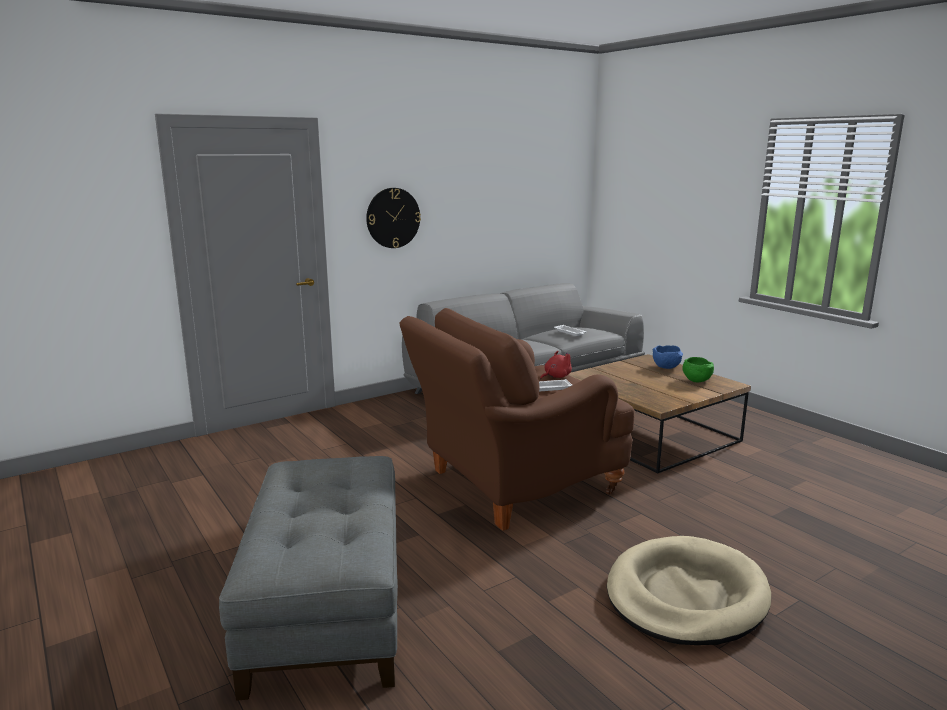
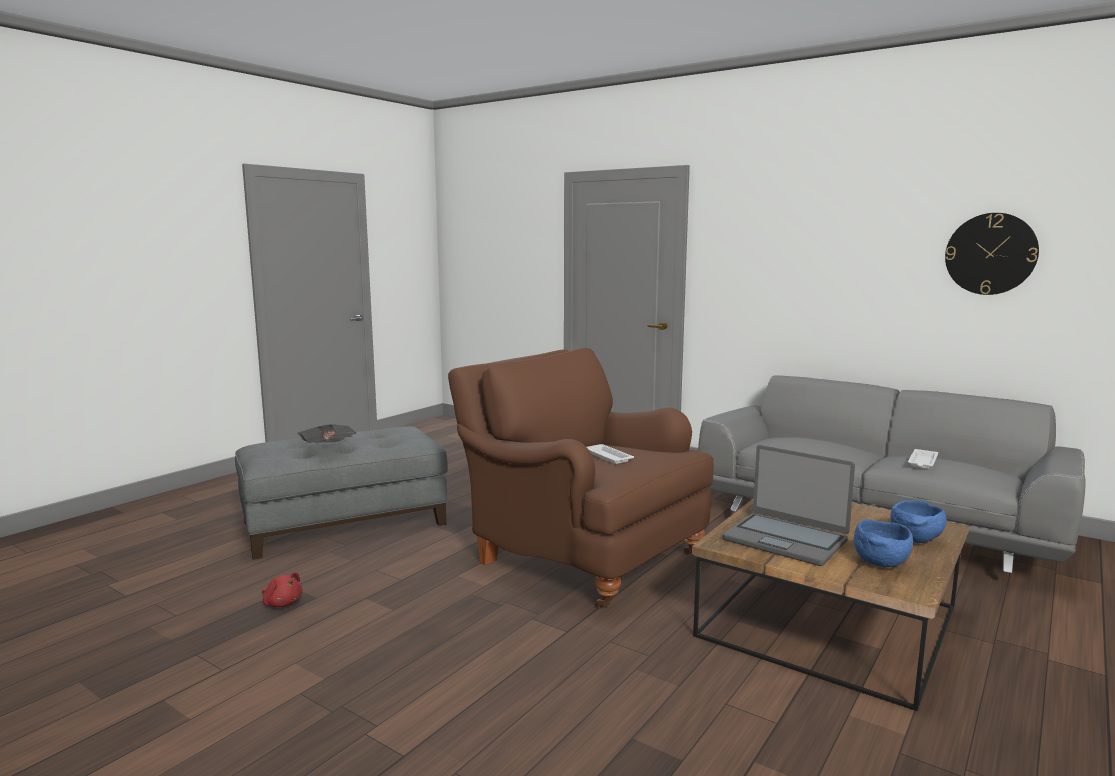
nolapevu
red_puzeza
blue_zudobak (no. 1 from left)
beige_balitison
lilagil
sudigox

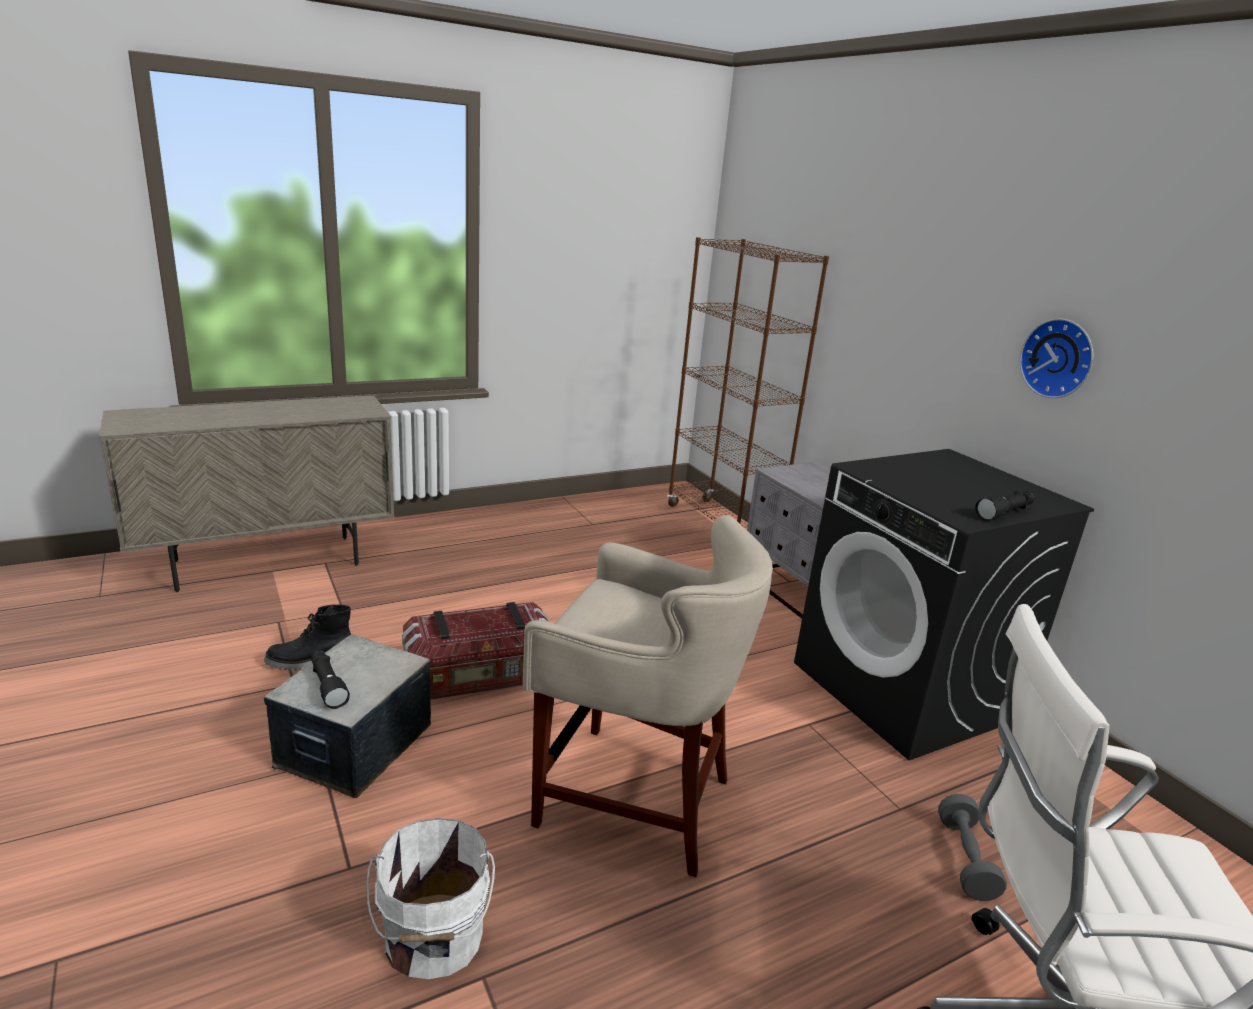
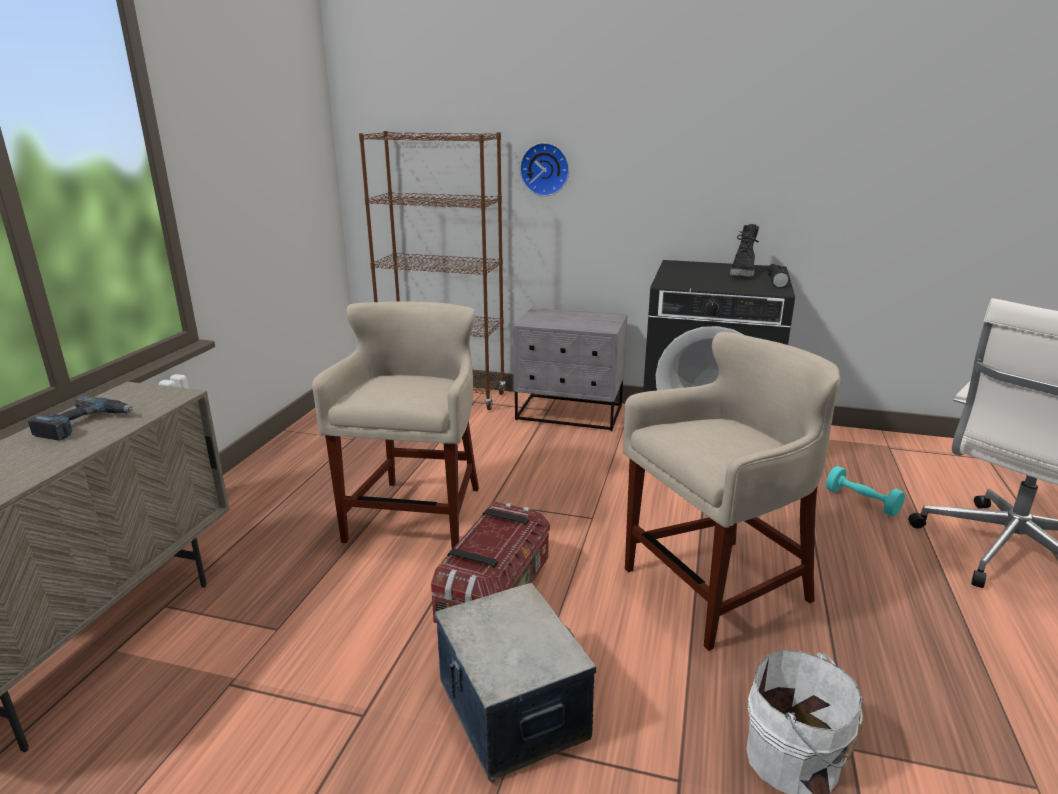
nolapevu
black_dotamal
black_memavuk (no. 1 from left in the first image)
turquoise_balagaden
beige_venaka (no. 1 from left)
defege

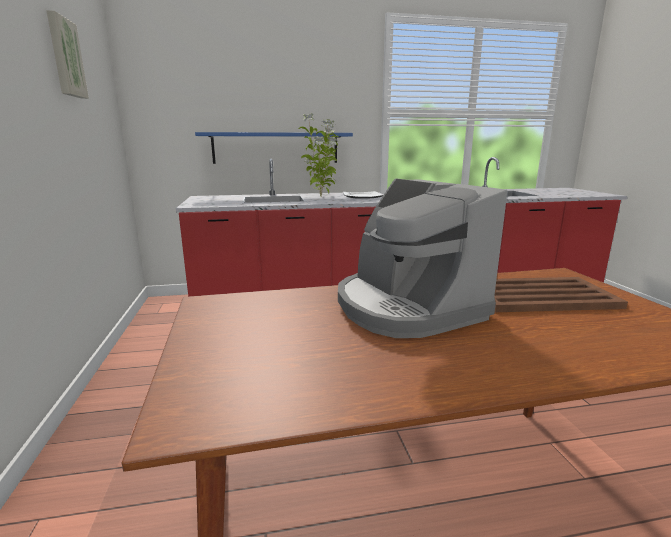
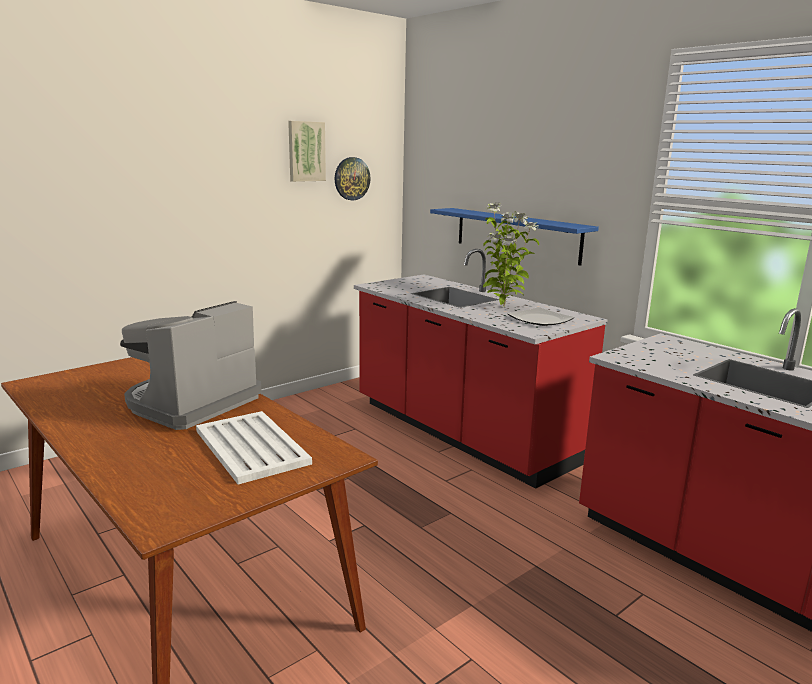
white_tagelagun
nolapevu

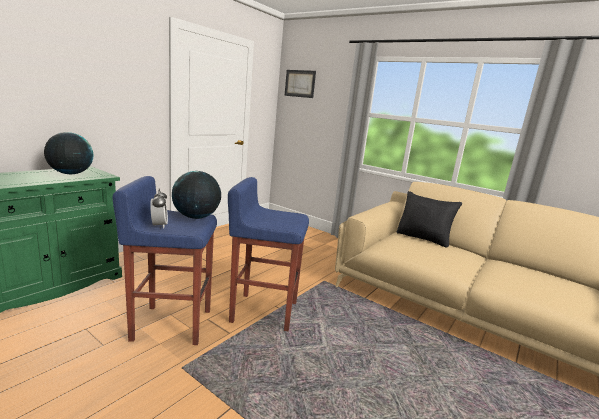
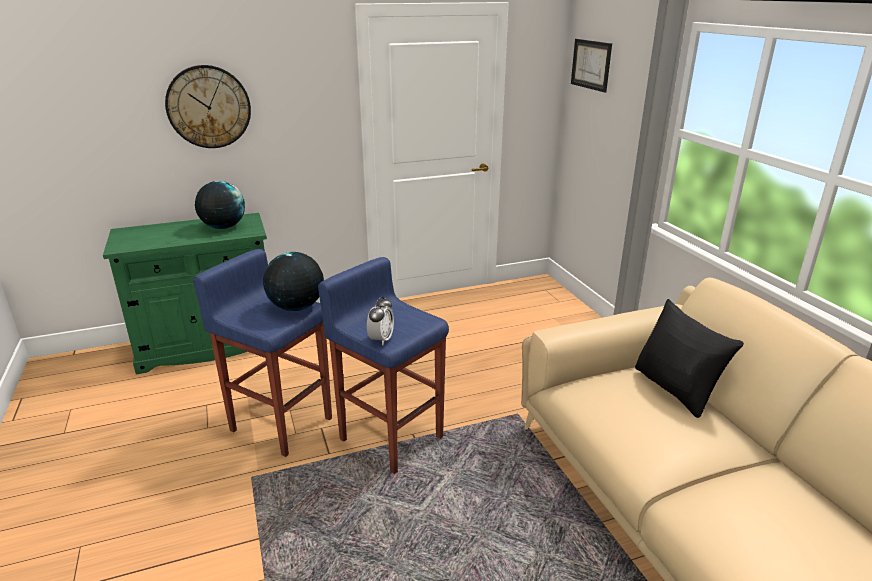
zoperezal
nolapevu

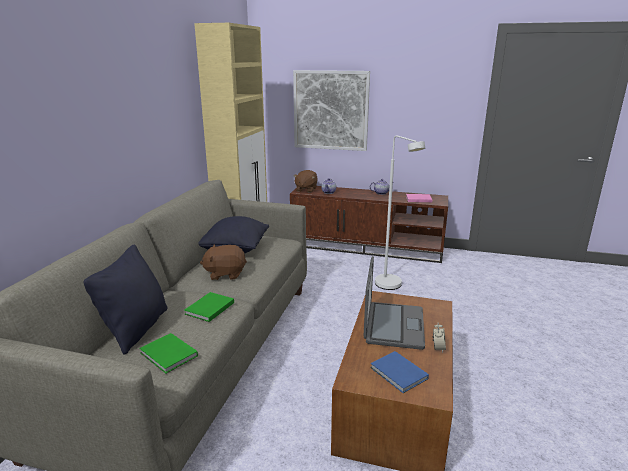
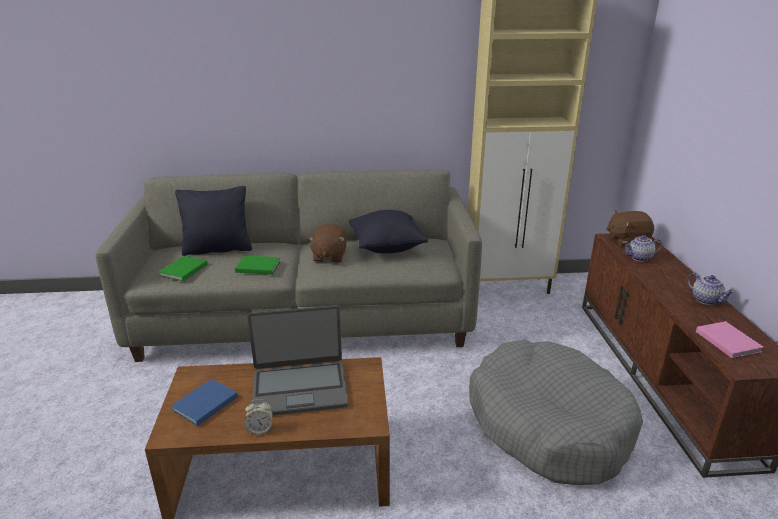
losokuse
grey_balitison
brown_puzeza (no. 1 from left)

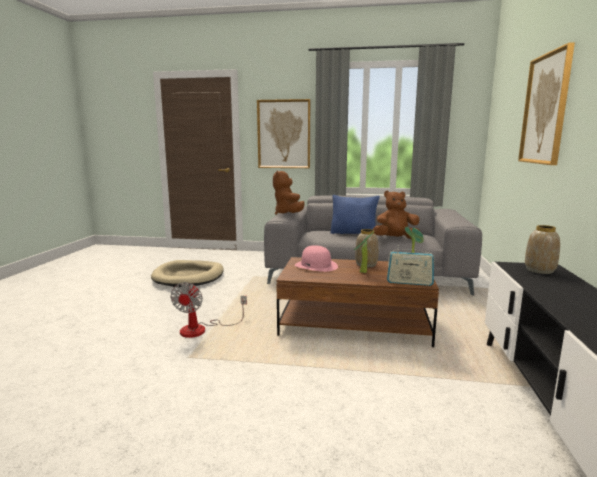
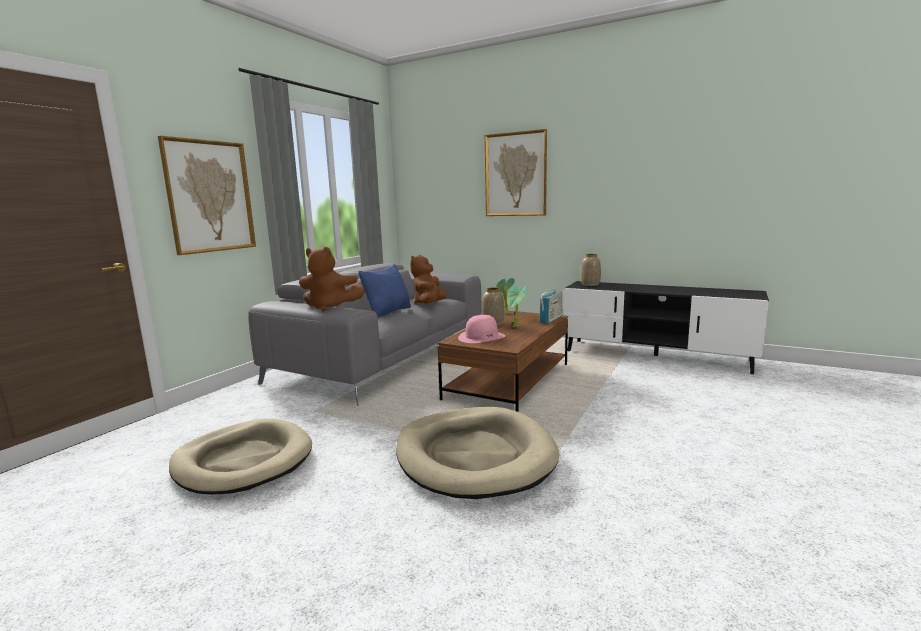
beige_balitison (no. 2 from left)

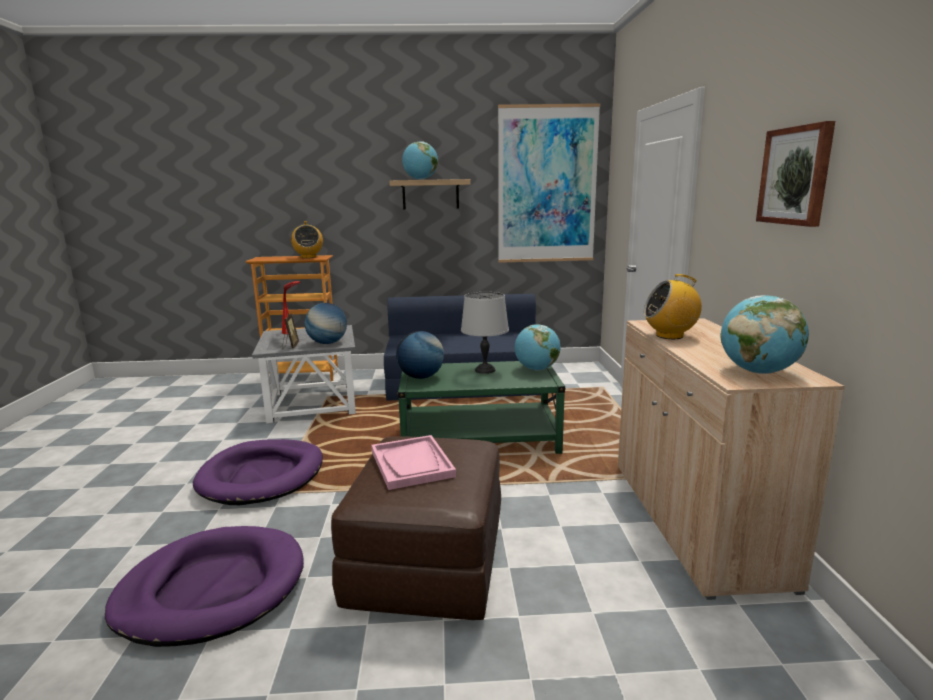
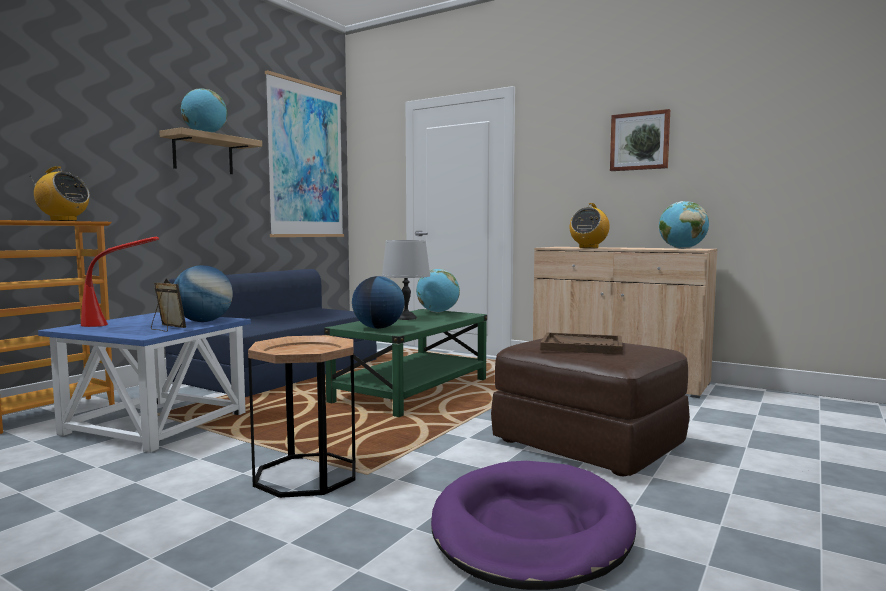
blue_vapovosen
brown_tagelagun
brown_vapovosen

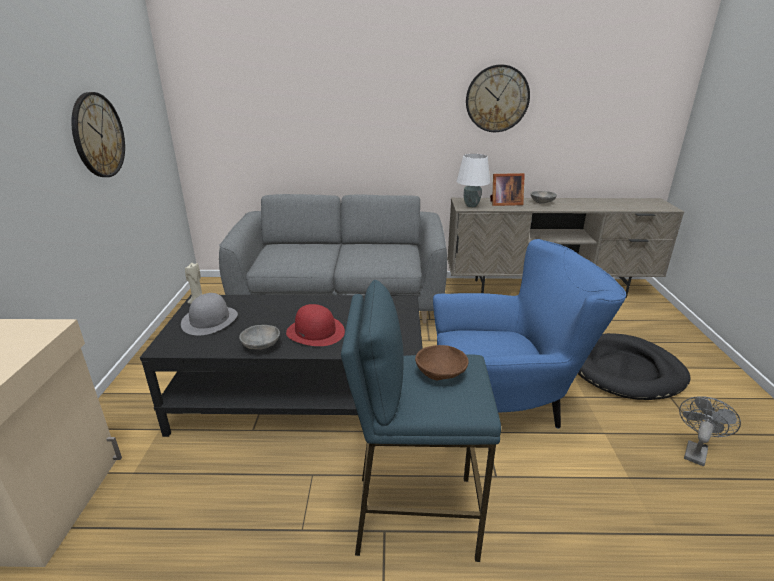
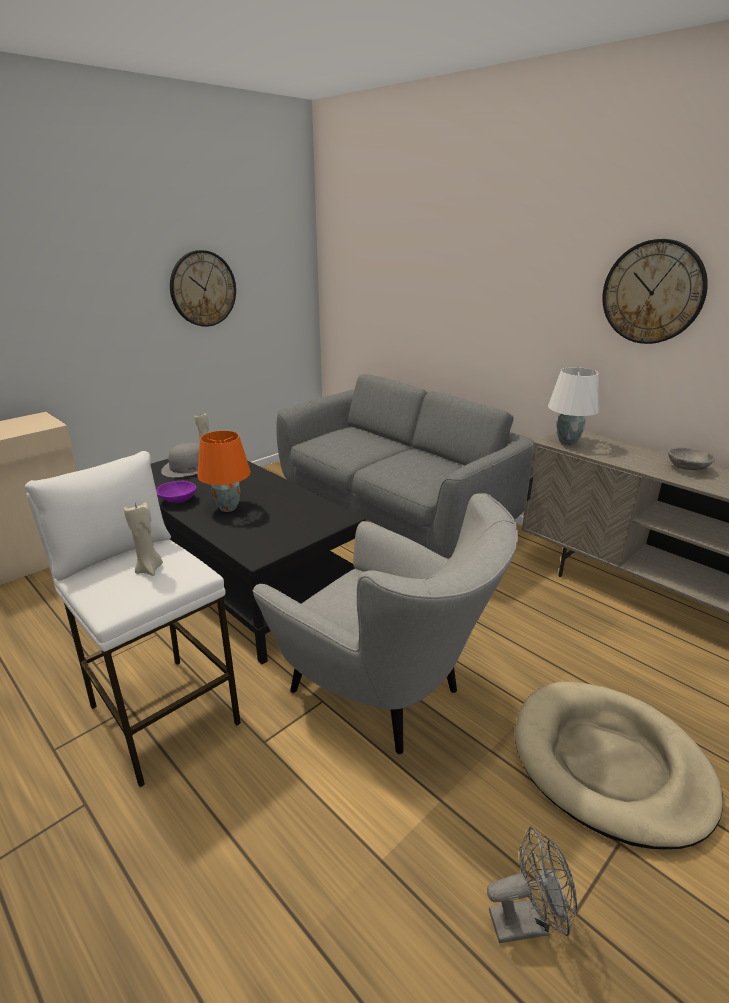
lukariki
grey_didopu
white_venaka
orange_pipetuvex
purple_zudobak
beige_balitison
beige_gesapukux (no. 1 from left)

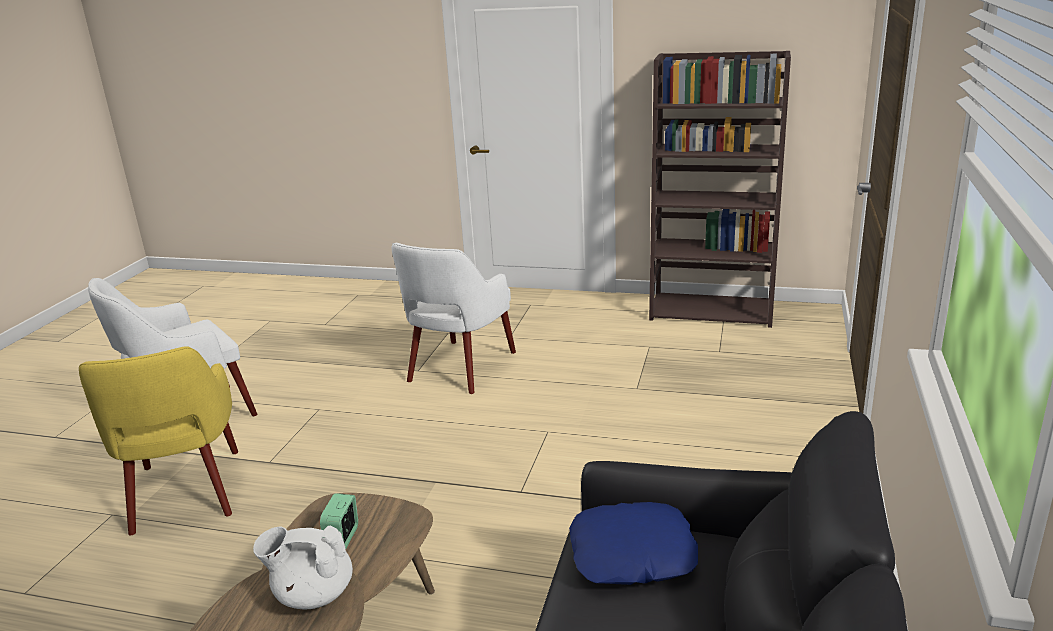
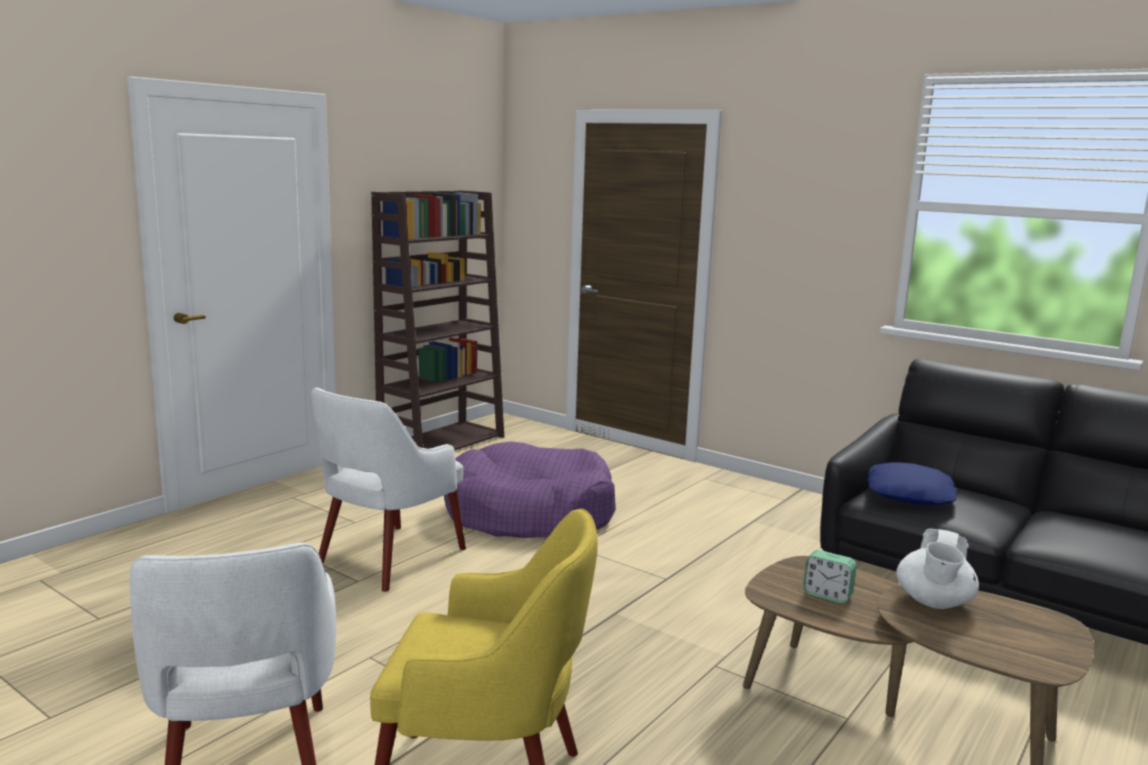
white_didopu (no. 2 from left)
purple_balitison

